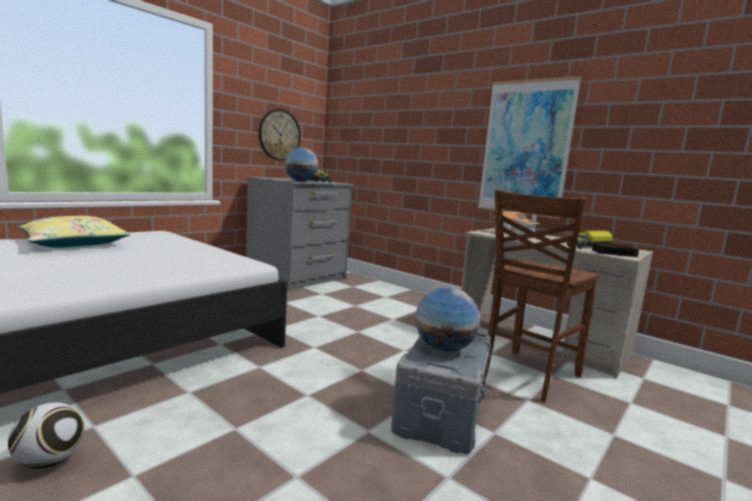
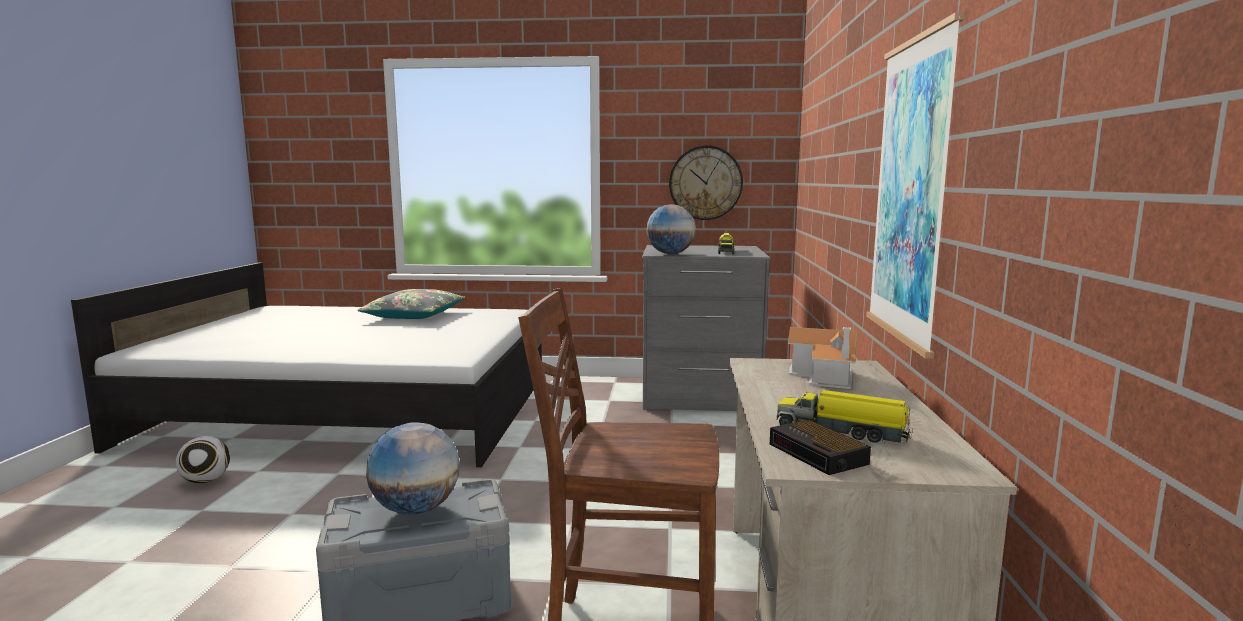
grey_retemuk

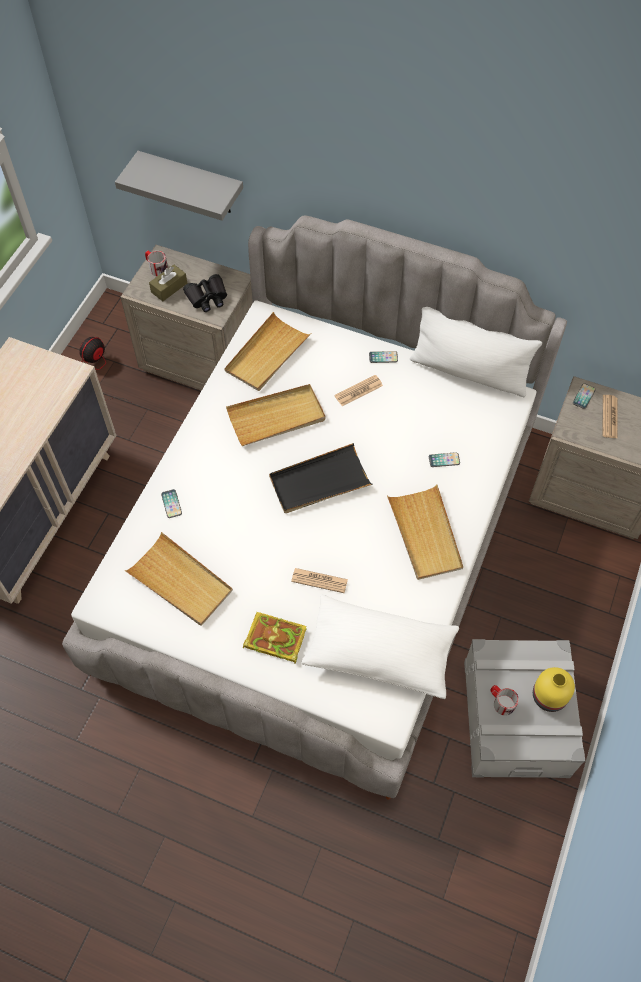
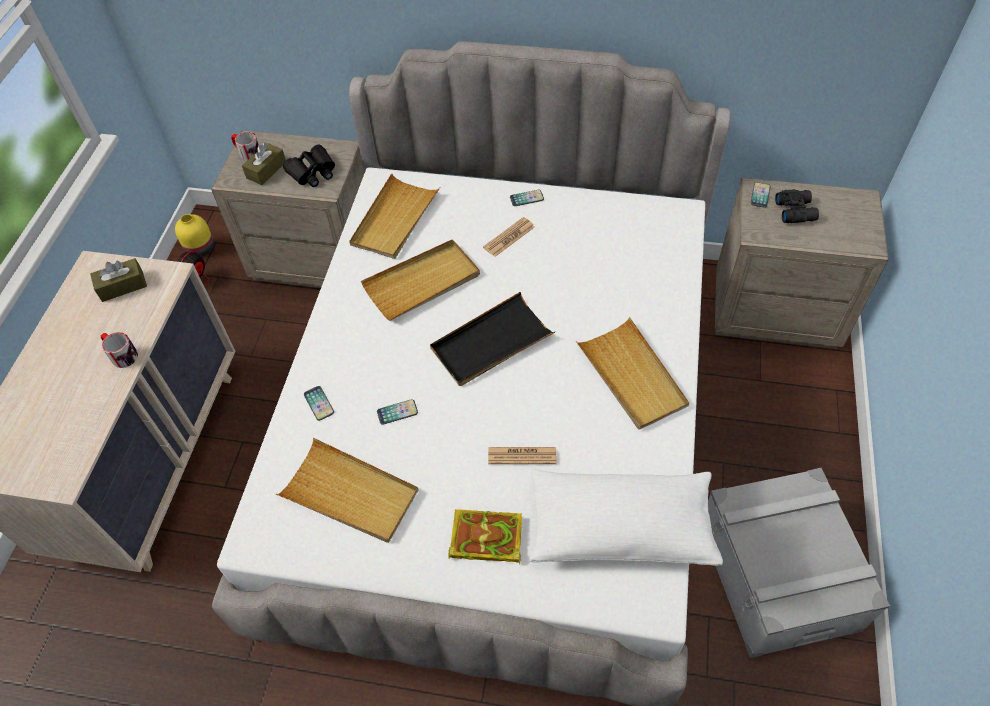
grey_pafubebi
white_retemuk (no. 2 from left in the first image)
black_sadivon (no. 2 from left)
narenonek (no. 2 from left)
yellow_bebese
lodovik (no. 1 from left)
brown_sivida (no. 1 from left)

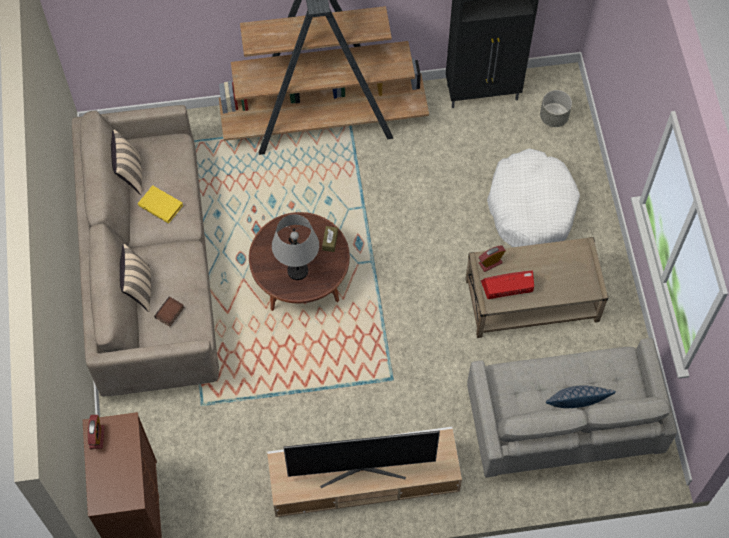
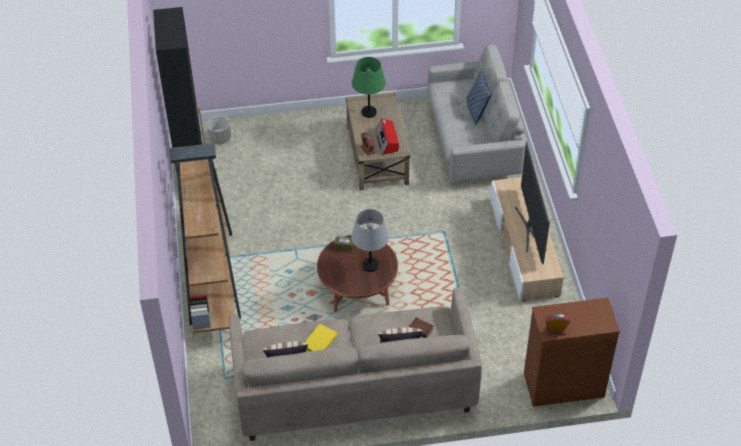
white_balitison
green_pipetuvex

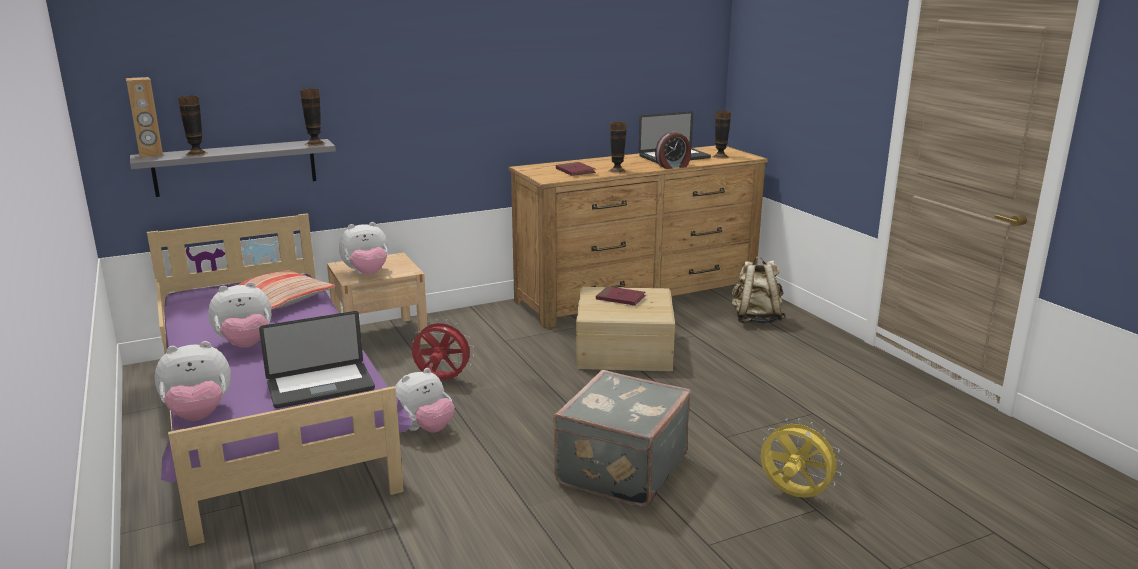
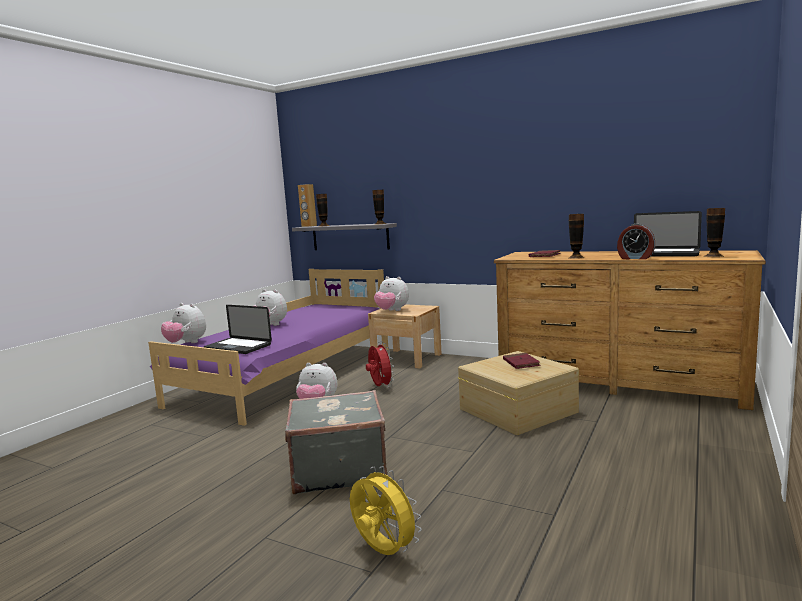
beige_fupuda
retemuk
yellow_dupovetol

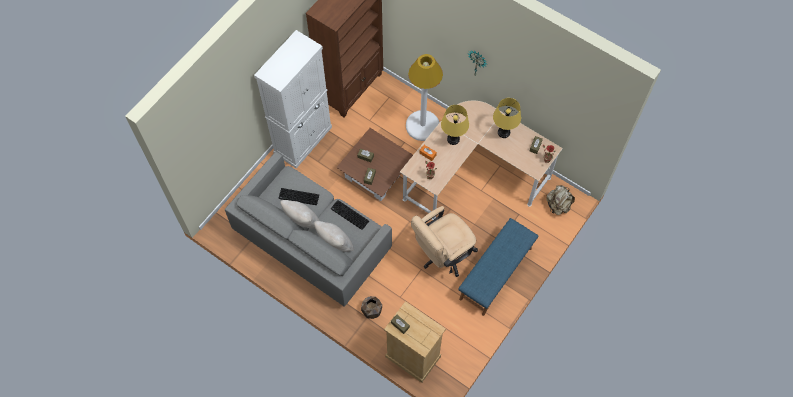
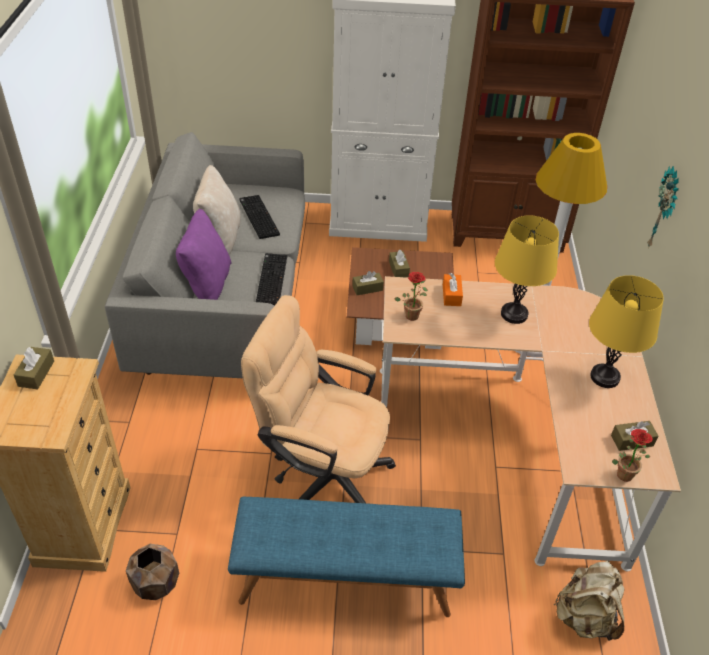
purple_retemuk
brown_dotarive

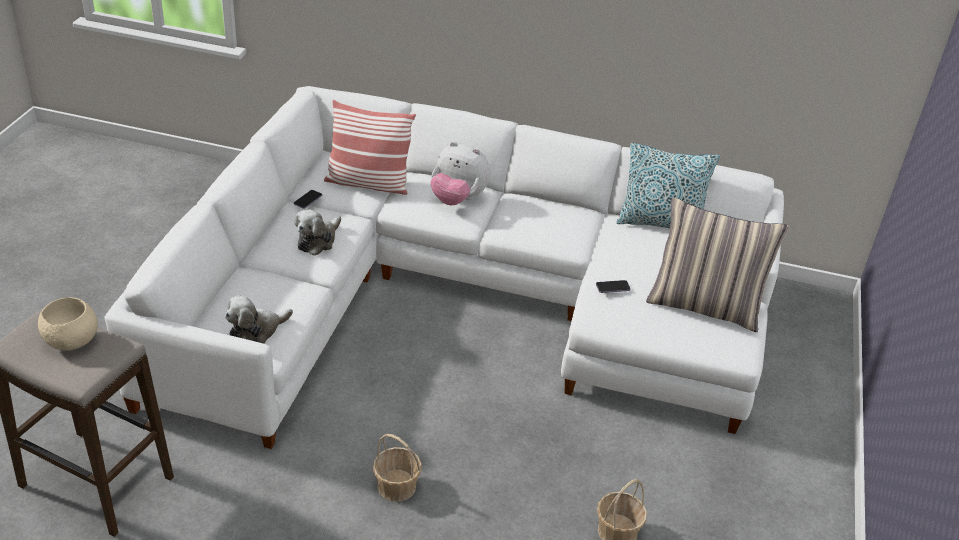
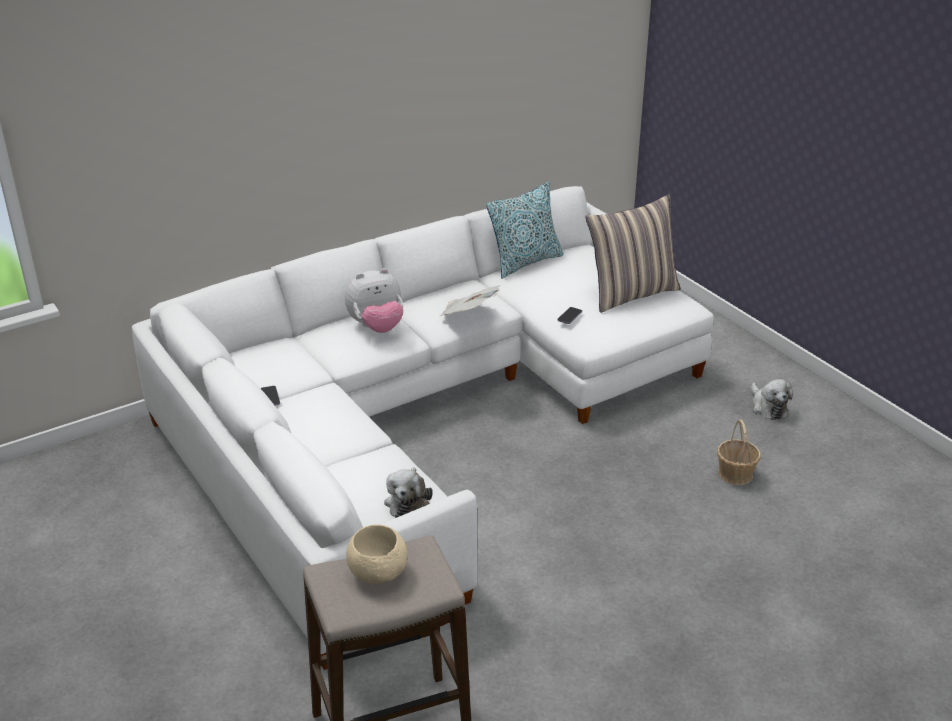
retemuk (no. 1 from left in the first image)
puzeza (no. 3 from left)
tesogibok (no. 1 from left in the first image)
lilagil

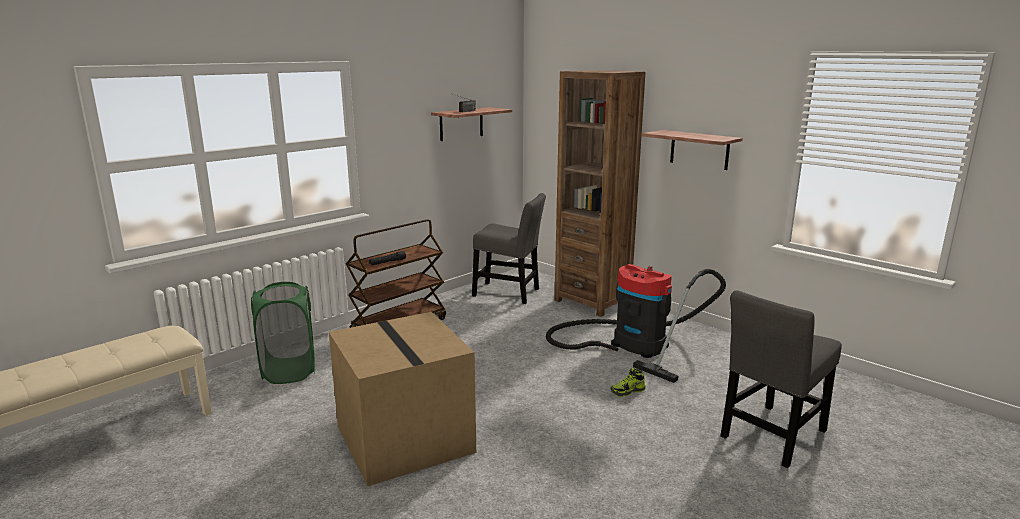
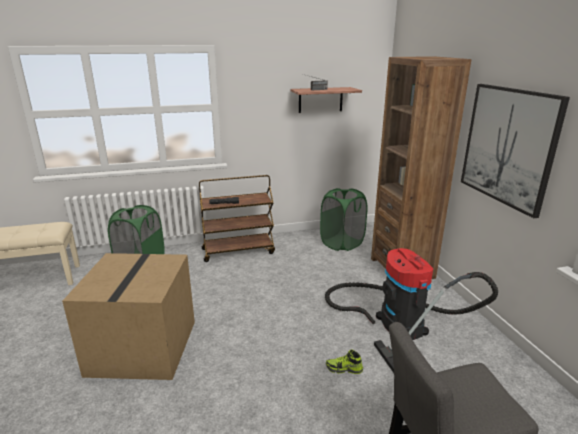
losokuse
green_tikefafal (no. 2 from left)

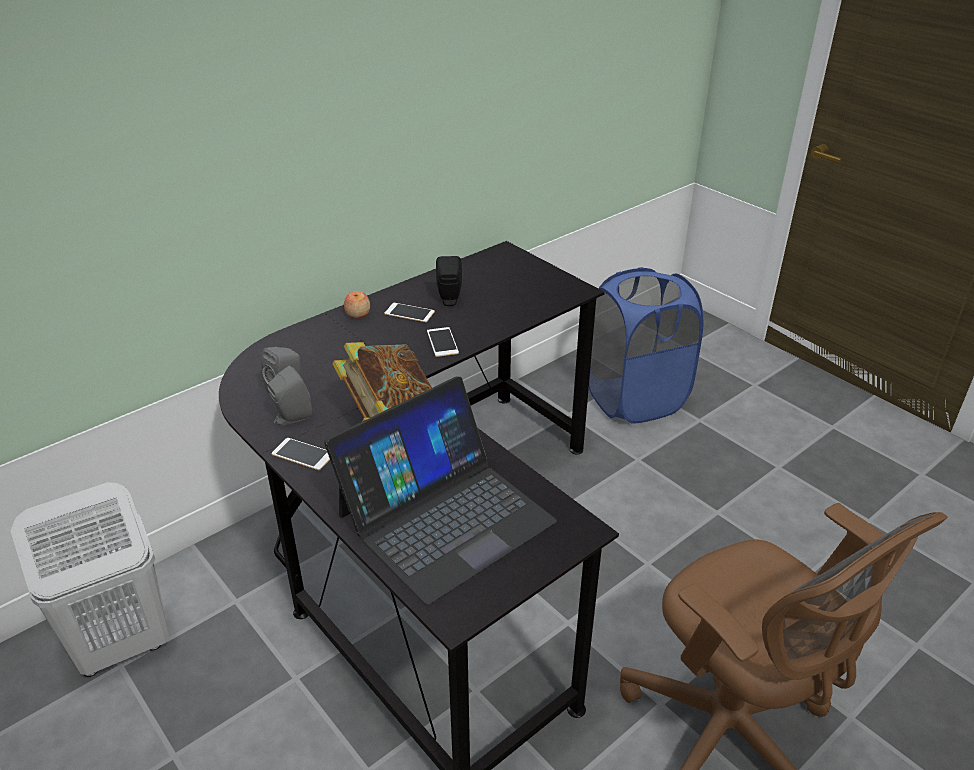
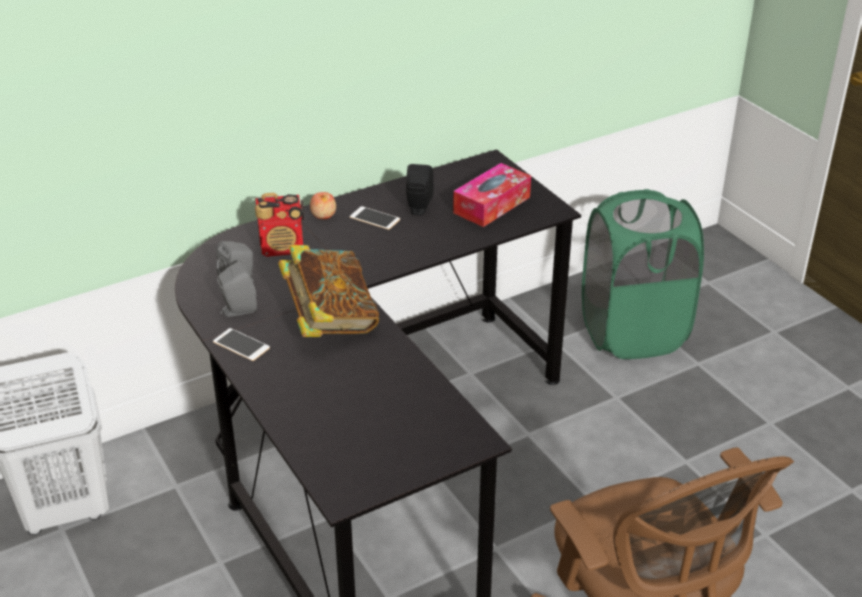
green_tikefafal
narenonek (no. 3 from left in the first image)
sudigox
sivida
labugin

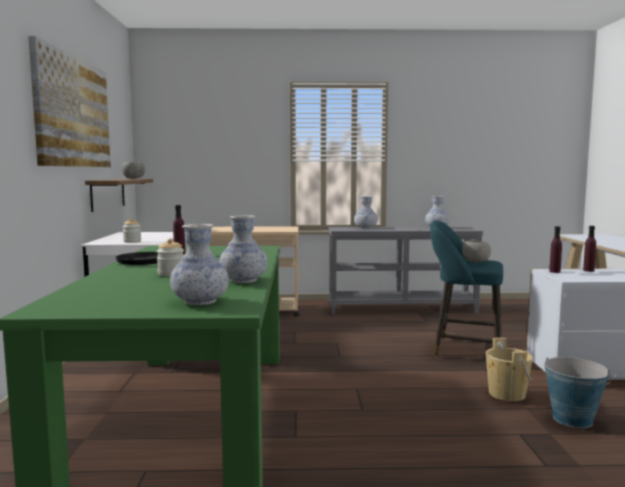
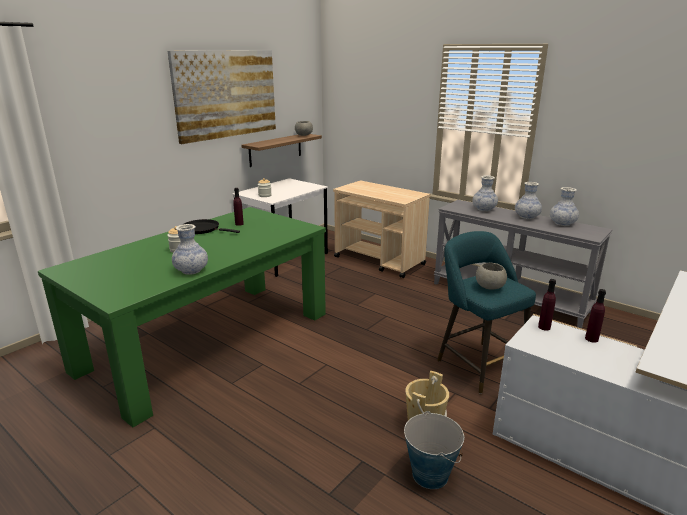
bebese (no. 3 from left)

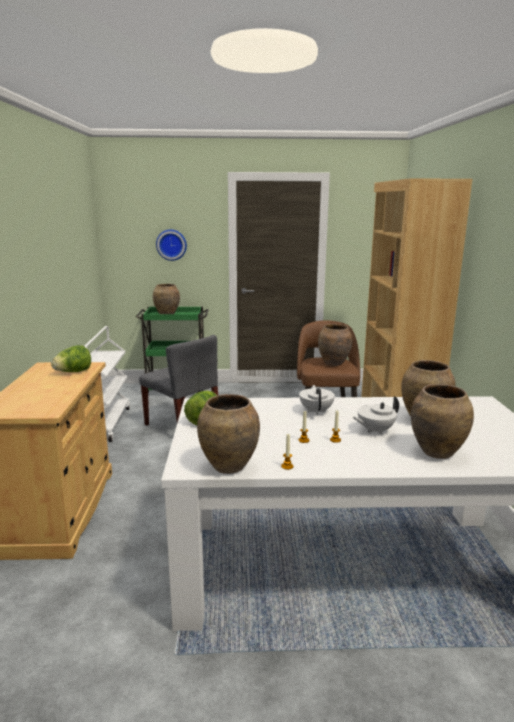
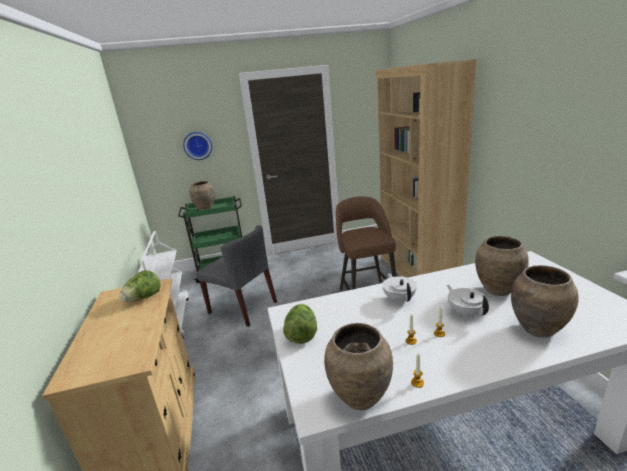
brown_bebese (no. 3 from left in the first image)
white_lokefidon (no. 2 from left)

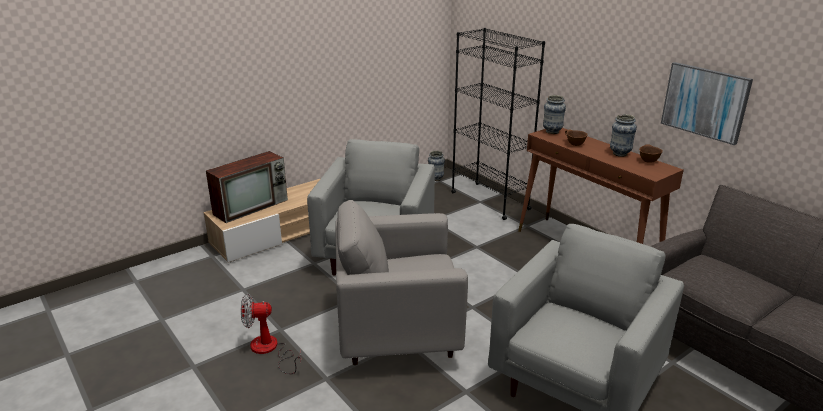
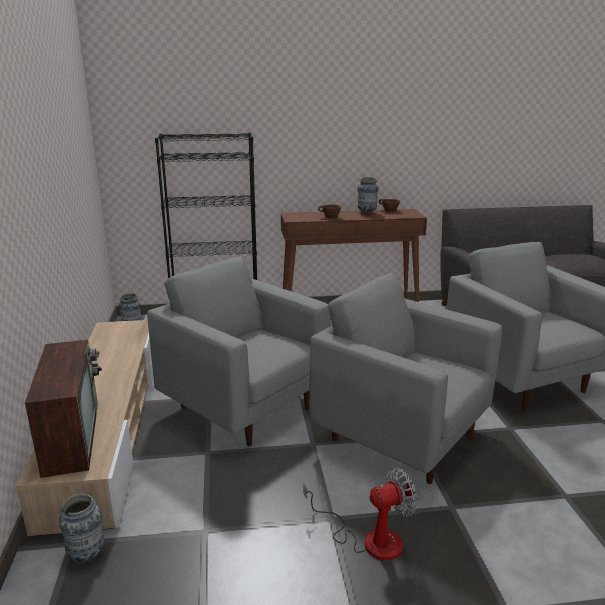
losokuse
bebese (no. 1 from left)
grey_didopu (no. 2 from left)
dupovetol

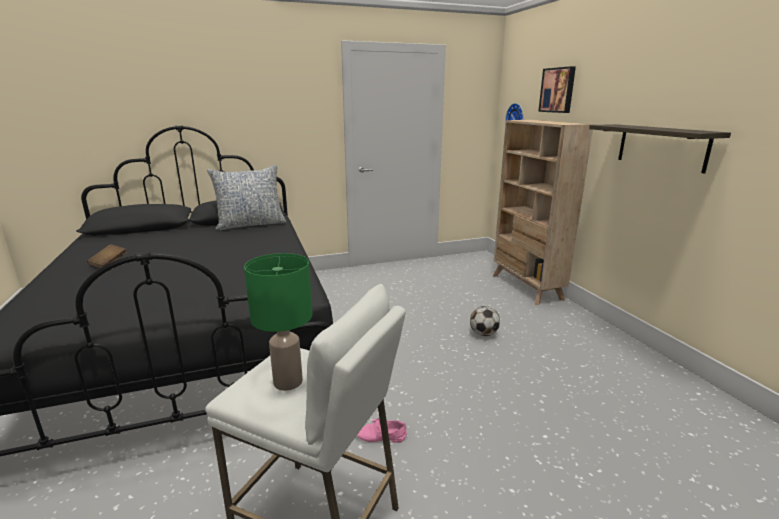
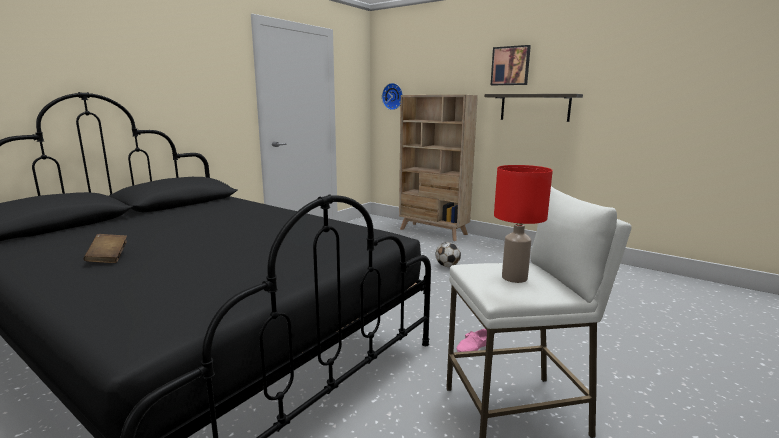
losokuse
retemuk
red_pipetuvex

